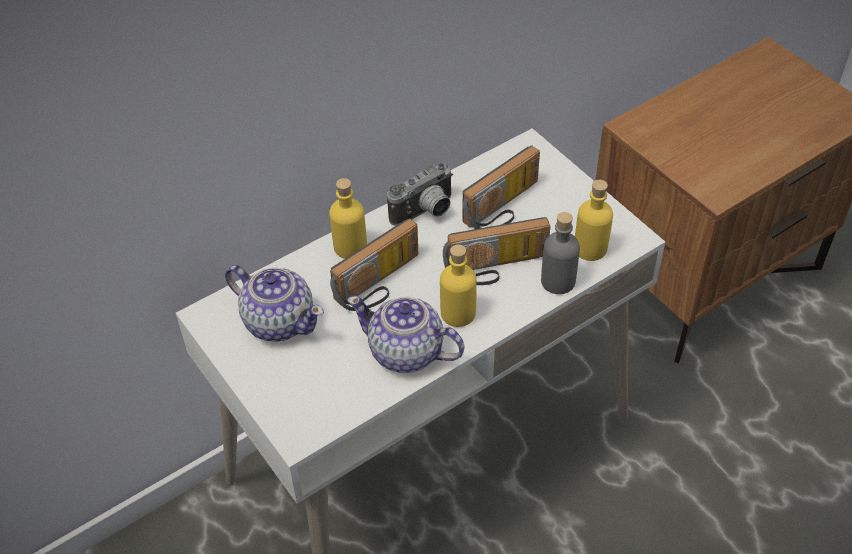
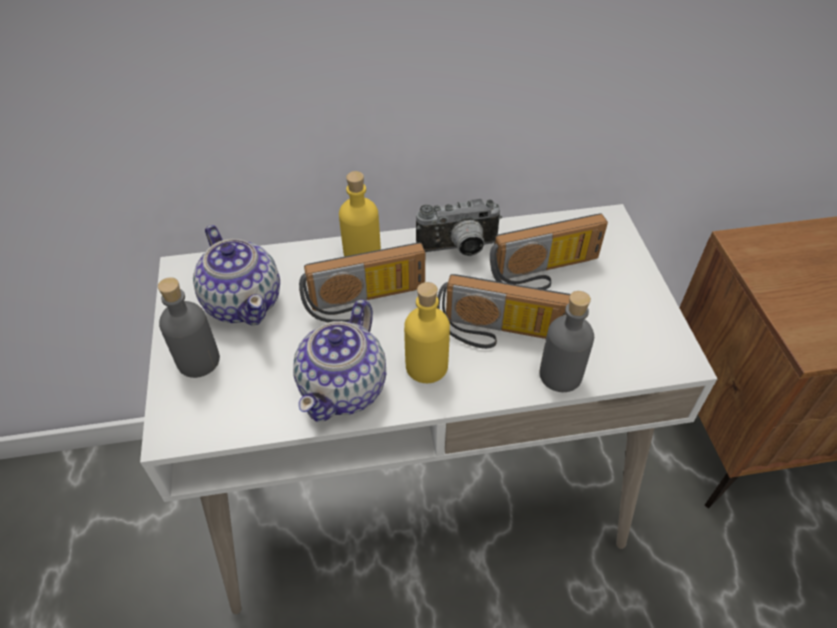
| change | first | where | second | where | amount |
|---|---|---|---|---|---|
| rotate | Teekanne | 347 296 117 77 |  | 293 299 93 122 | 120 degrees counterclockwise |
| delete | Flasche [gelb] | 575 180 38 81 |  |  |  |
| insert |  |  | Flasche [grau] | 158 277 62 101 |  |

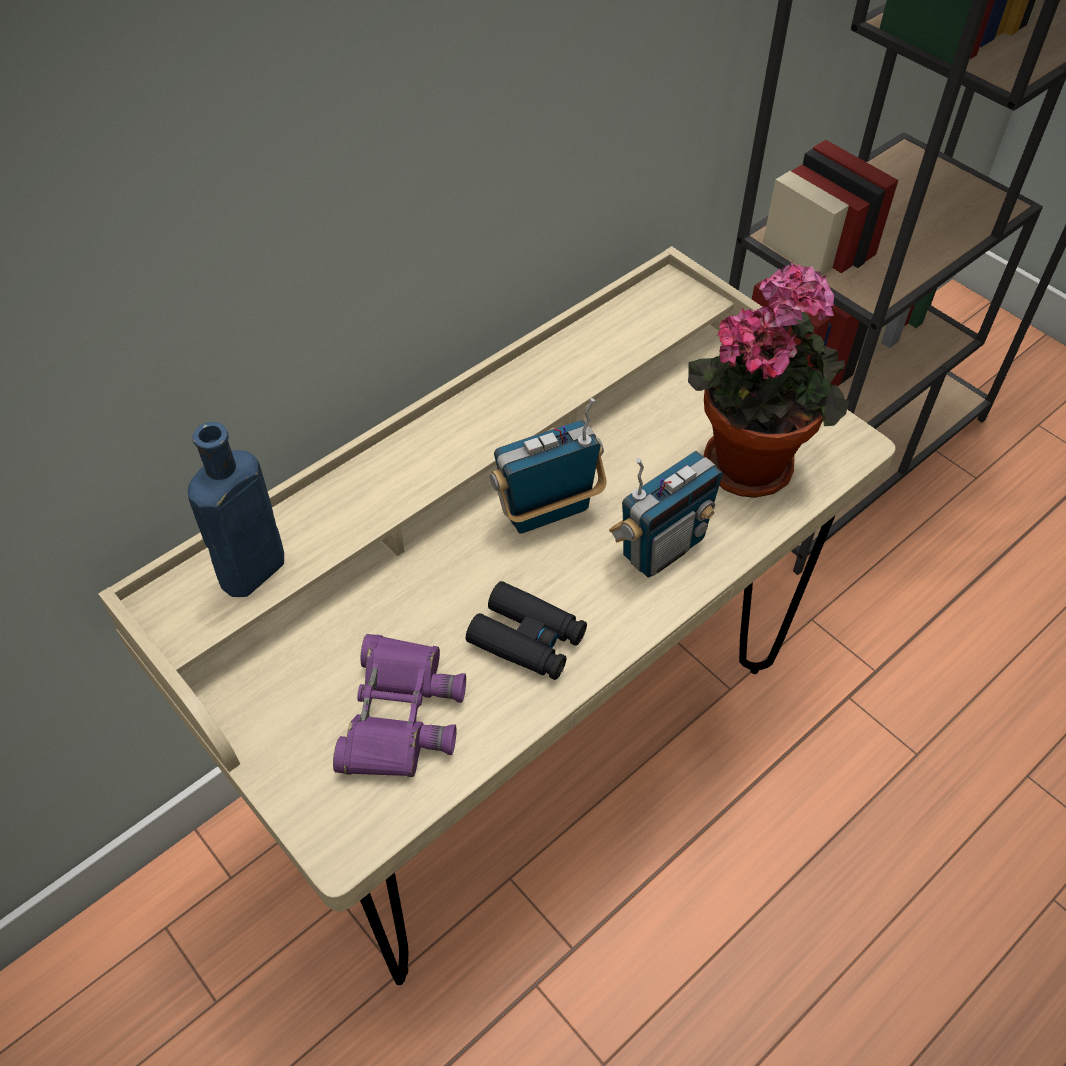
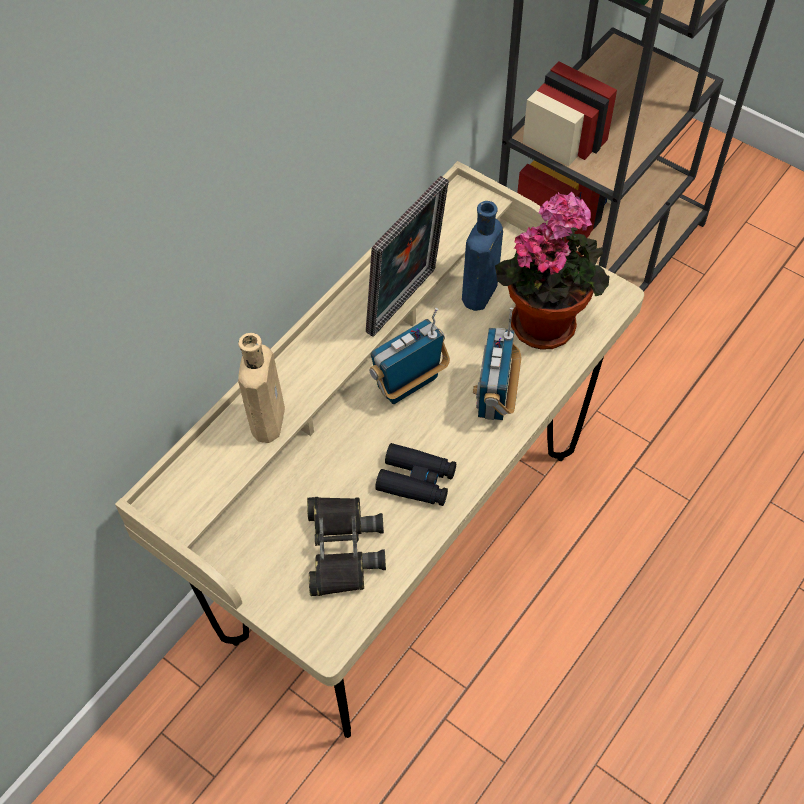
| change | first | where | second | where | amount |
|---|---|---|---|---|---|
| move | Flasche [blau] | 188 422 96 175 |  | 462 201 41 110 |  |
| recolor | Fernglas [lila] | 333 634 133 143 | Fernglas [schwarz] | 307 497 79 99 |  |
| rotate | Radio | 609 451 114 127 |  | 473 308 48 112 | 150 degrees clockwise |
| insert |  |  | Flasche [beige] | 238 333 47 110 |  |
| insert |  |  | Bilderrahmen | 366 176 83 161 |  |

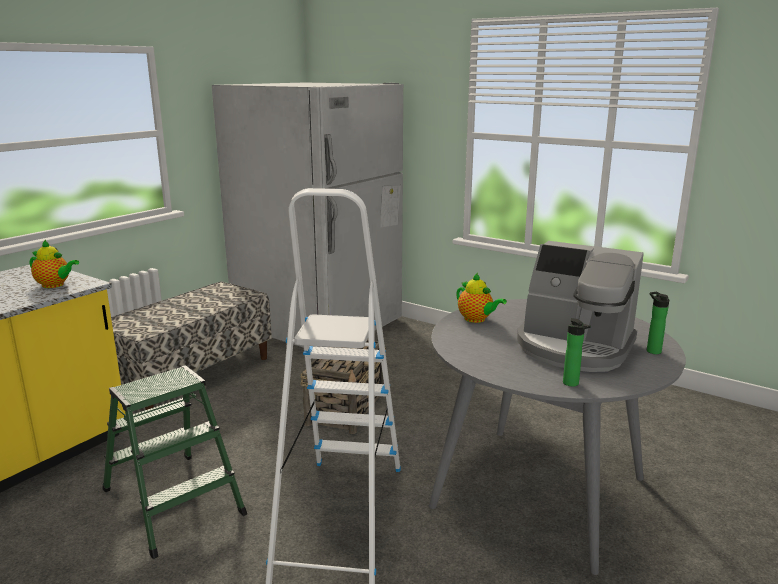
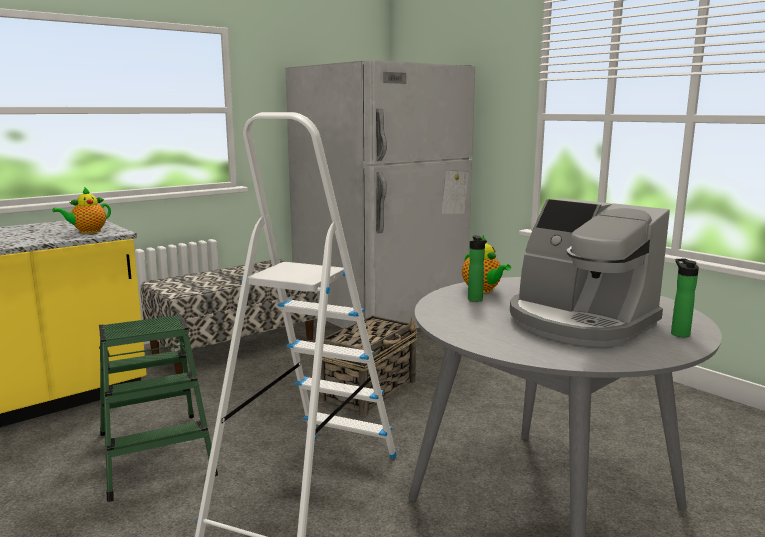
| change | first | where | second | where | amount |
|---|---|---|---|---|---|
| rotate | Teekanne | 30 240 49 48 |  | 52 187 59 46 | 105 degrees clockwise |
| move | Flasche | 563 318 28 69 |  | 468 235 19 67 |  |

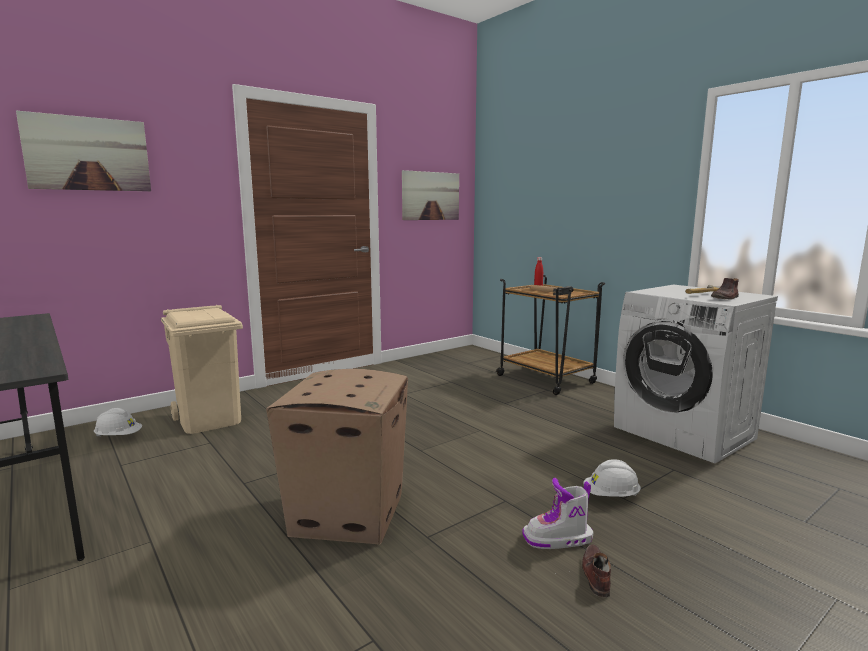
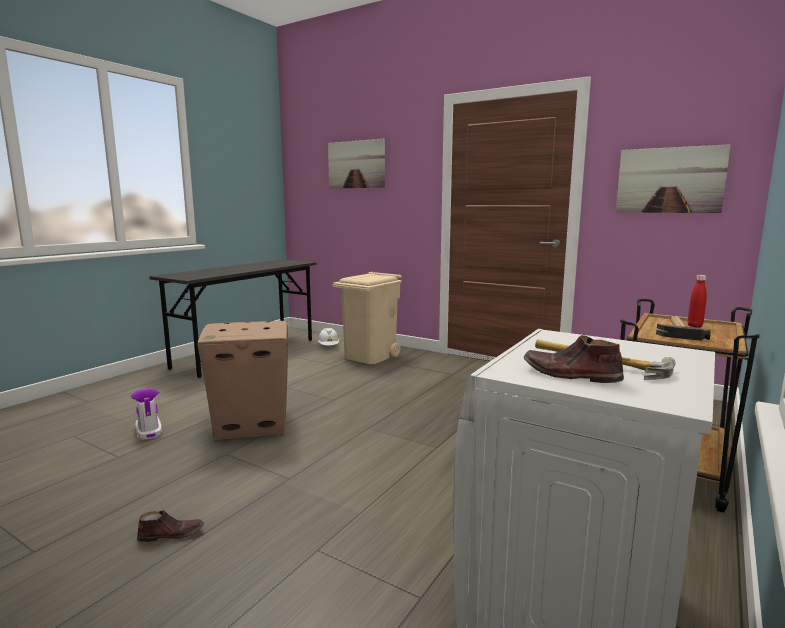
| change | first | where | second | where | amount |
|---|---|---|---|---|---|
| move | Stiefel | 522 478 71 71 |  | 130 388 32 52 |  |
| delete | Schutzhelm [weiß] | 583 459 58 38 |  |  |  |

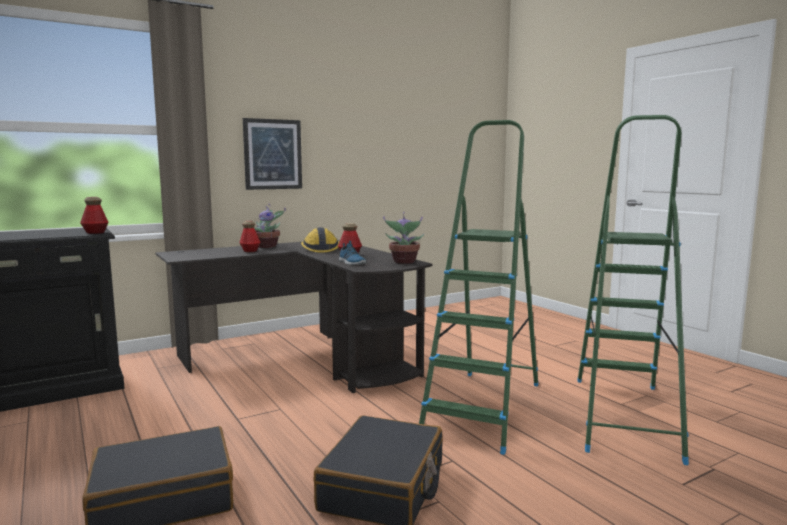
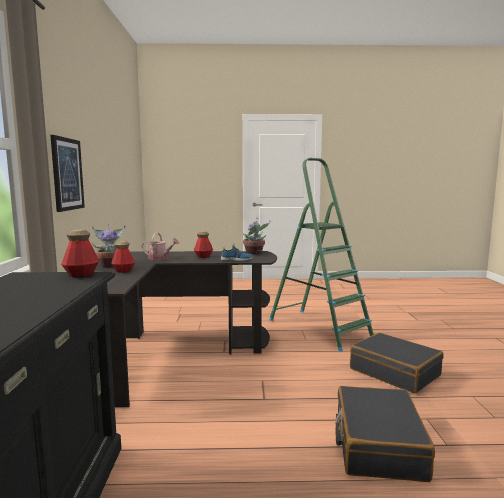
| change | first | where | second | where | amount |
|---|---|---|---|---|---|
| replace | Schutzhelm | 301 227 38 25 | Gießkanne | 142 232 37 28 |  |
| delete | Trittleiter [grün] | 577 115 112 350 |  |  |  |

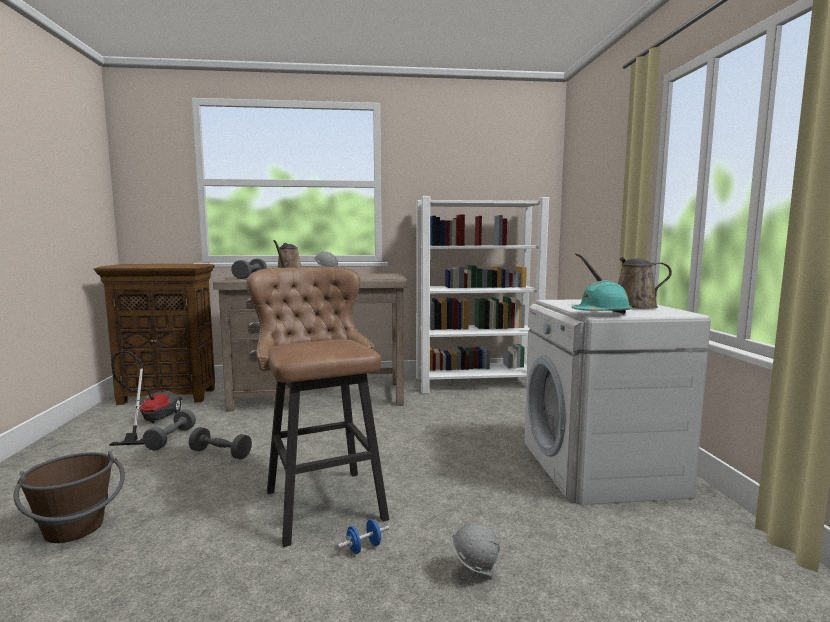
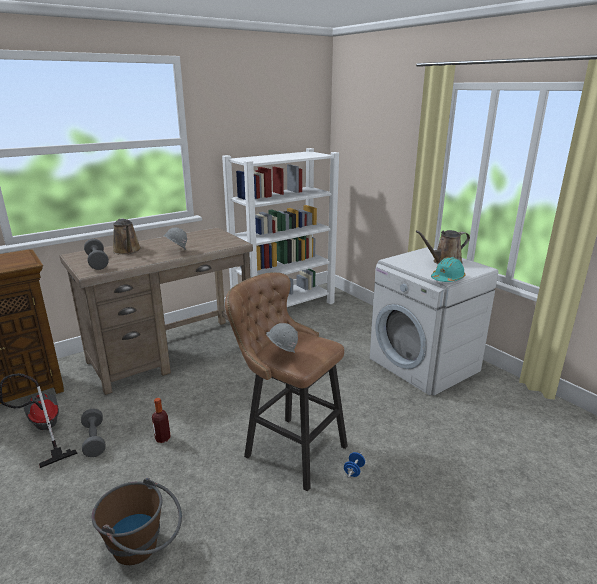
| change | first | where | second | where | amount |
|---|---|---|---|---|---|
| replace | Hantel [grau] | 189 427 63 32 | Flasche | 152 398 19 45 |  |
| move | Schutzhelm [grau] | 451 523 49 54 |  | 266 323 32 30 |  |

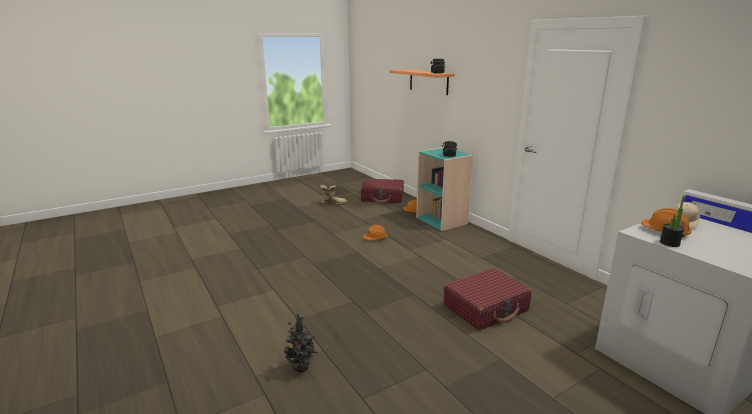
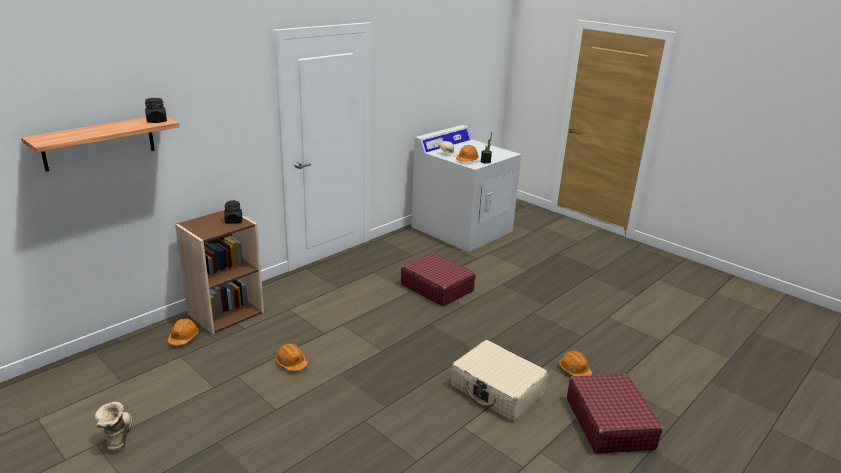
| change | first | where | second | where | amount |
|---|---|---|---|---|---|
| replace | Topfpflanze | 284 313 34 59 | Schutzhelm [orange] | 559 351 33 25 |  |
| move | Koffer [rot] | 360 178 44 25 |  | 567 374 96 80 |  |
| recolor | Bücherregal [türkis] | 416 147 57 84 | Bücherregal [braun] | 175 210 89 124 |  |
| insert |  |  | Koffer [beige] | 451 340 98 82 |  |

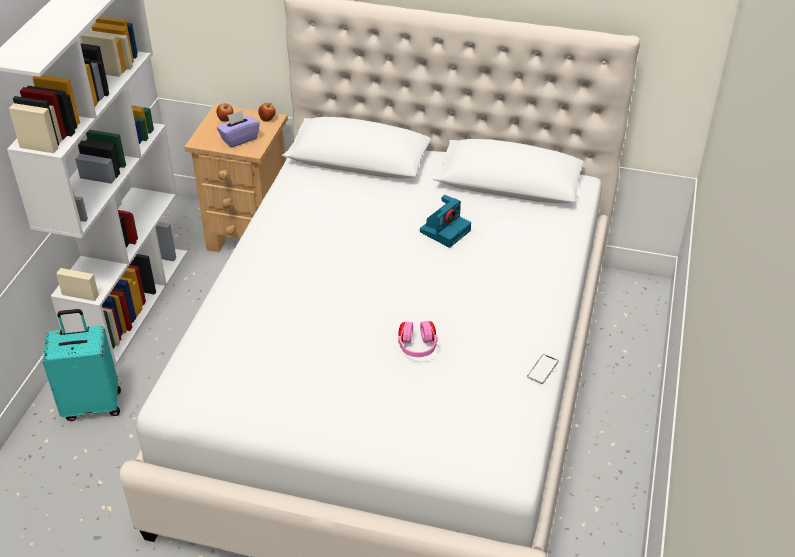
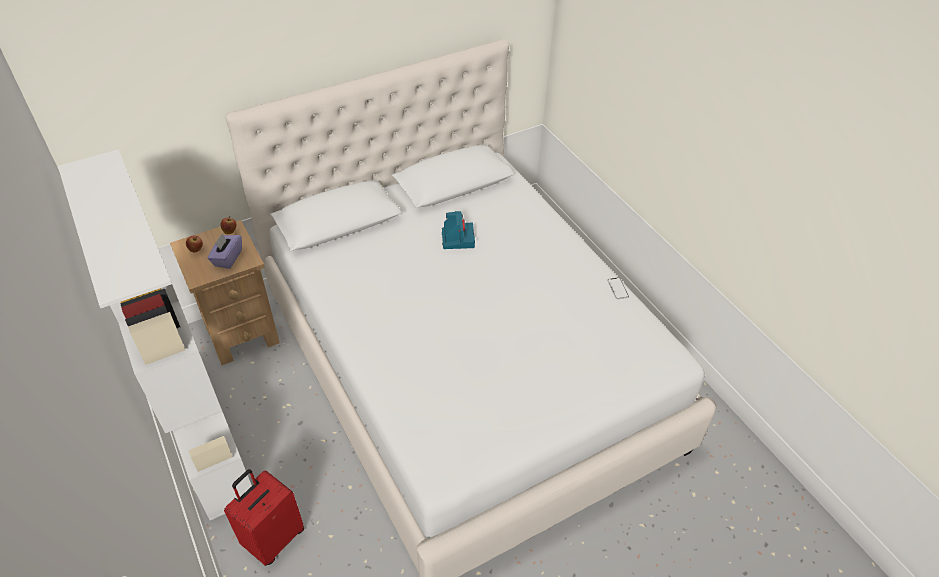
| change | first | where | second | where | amount |
|---|---|---|---|---|---|
| recolor | Koffer [türkis] | 43 309 78 112 | Koffer [rot] | 224 469 80 97 |  |
| delete | Kopfhörer [rosa] | 398 321 40 36 |  |  |  |

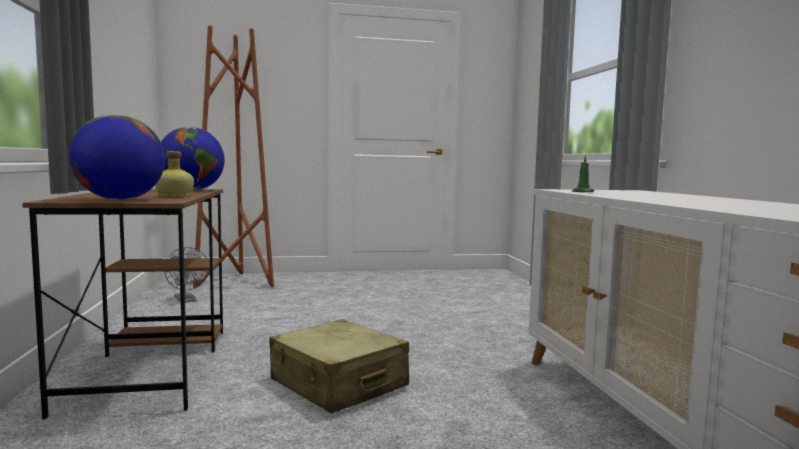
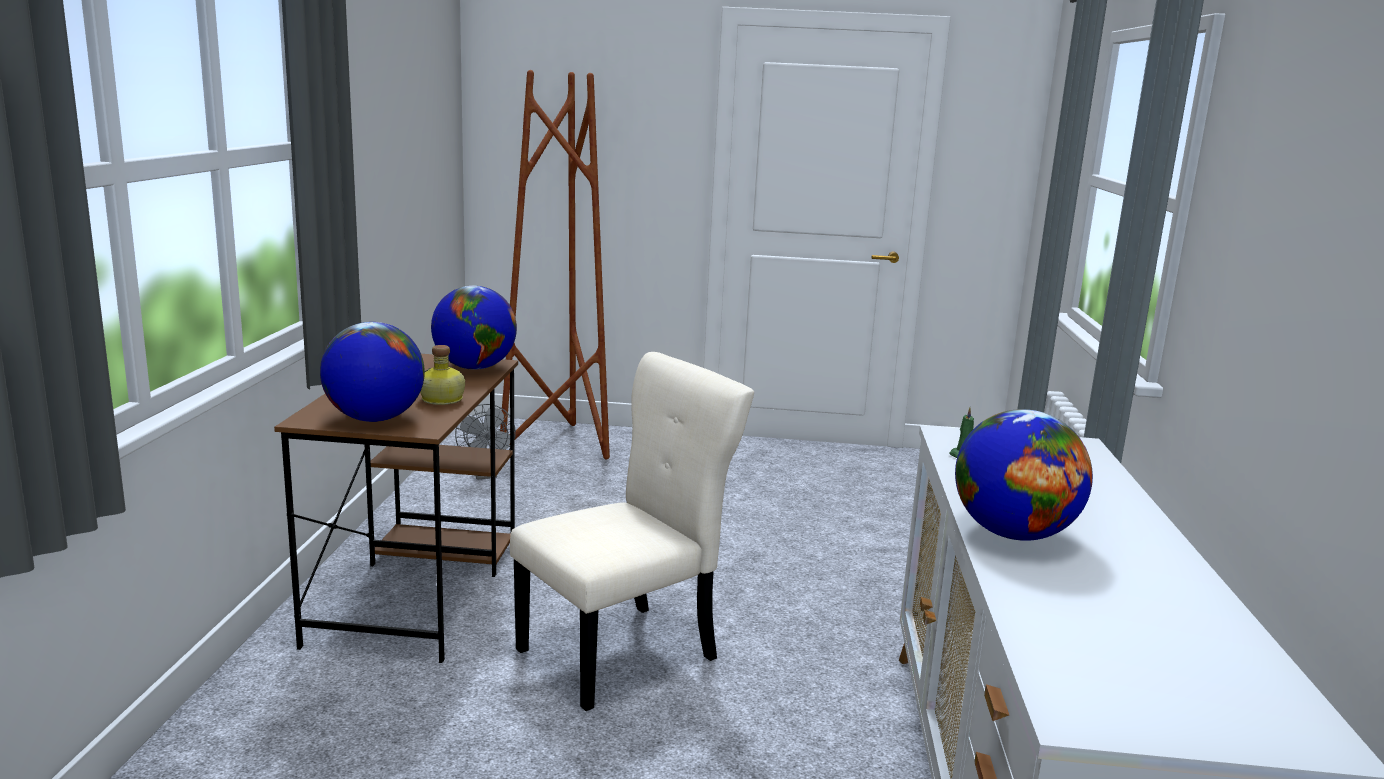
| change | first | where | second | where | amount |
|---|---|---|---|---|---|
| replace | Koffer [beige] | 269 319 140 95 | Stuhl [beige] | 510 352 244 359 |  |
| insert |  |  | Globus | 955 409 138 132 |  |

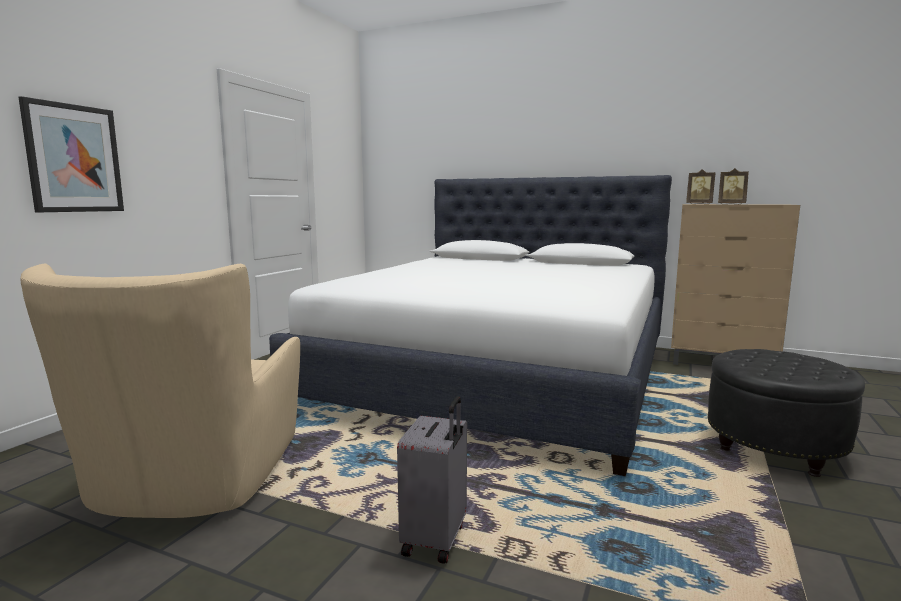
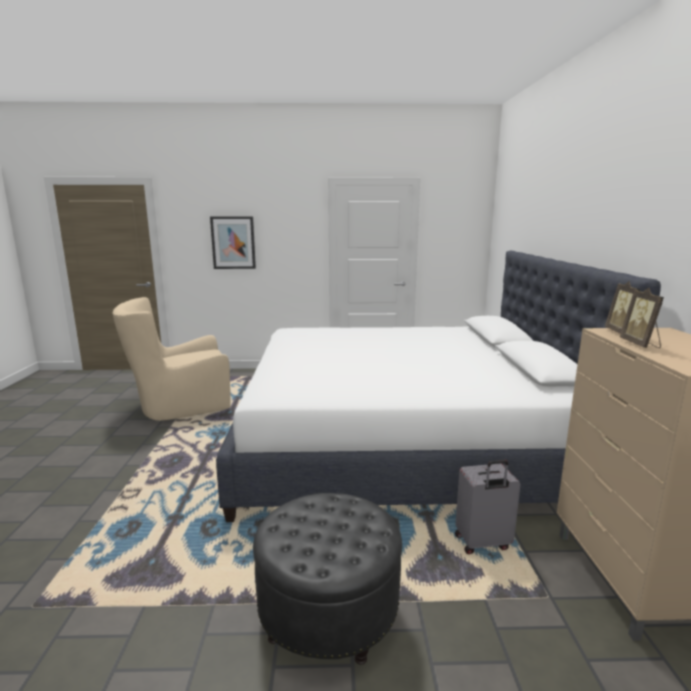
| change | first | where | second | where | amount |
|---|---|---|---|---|---|
| move | Koffer [grau] | 397 396 70 168 |  | 455 460 66 94 |  |

